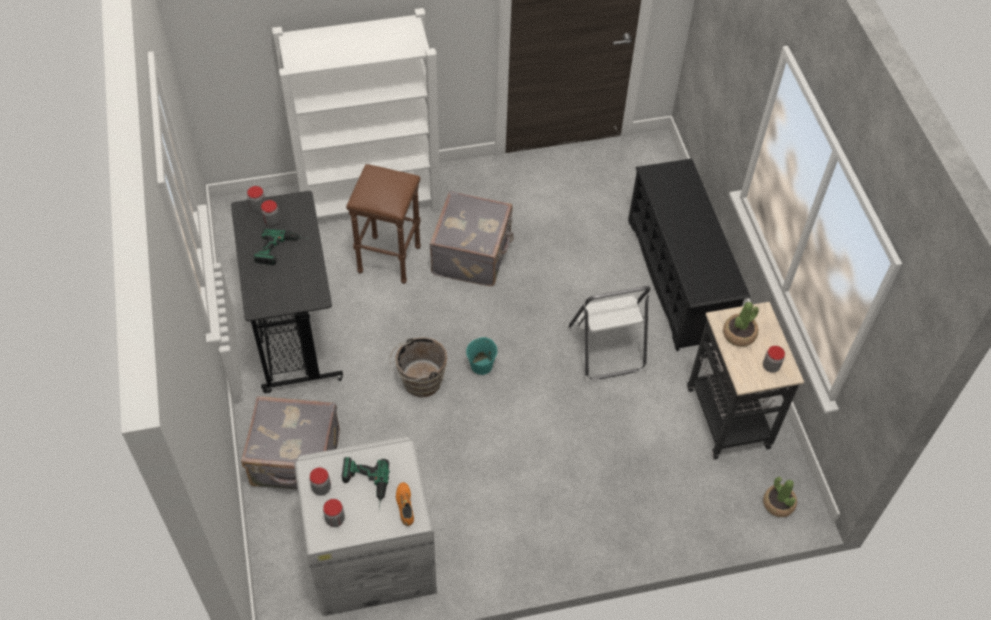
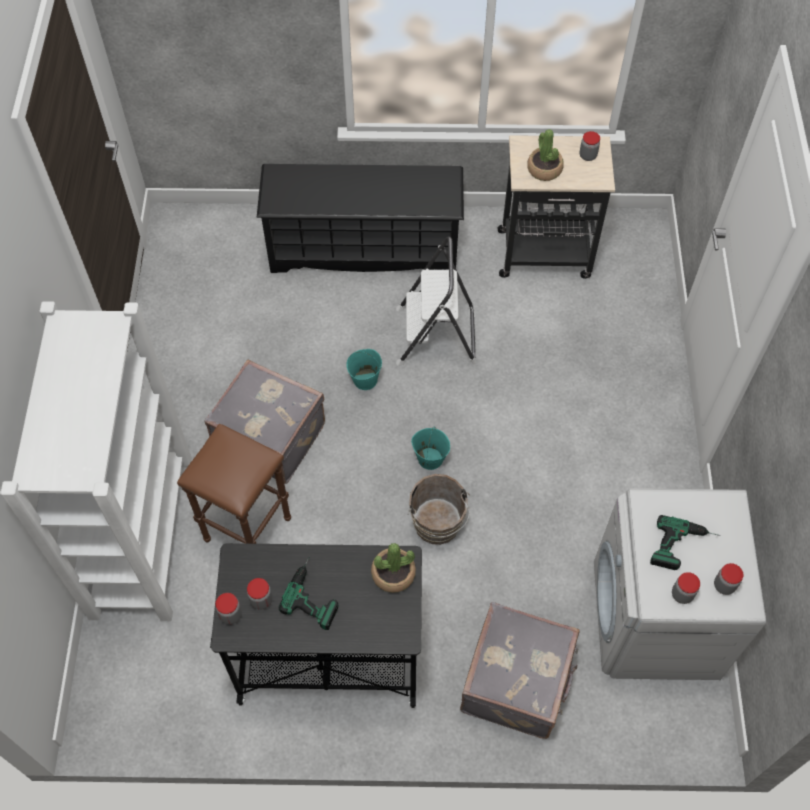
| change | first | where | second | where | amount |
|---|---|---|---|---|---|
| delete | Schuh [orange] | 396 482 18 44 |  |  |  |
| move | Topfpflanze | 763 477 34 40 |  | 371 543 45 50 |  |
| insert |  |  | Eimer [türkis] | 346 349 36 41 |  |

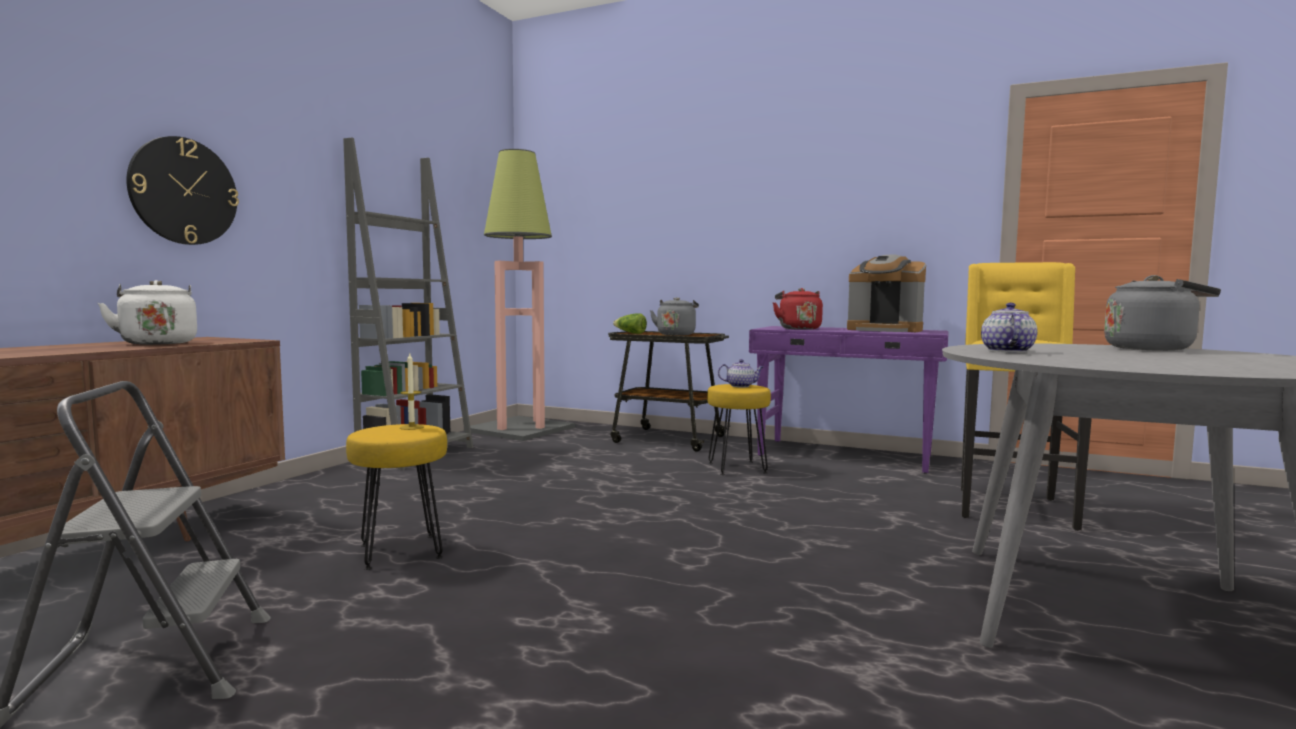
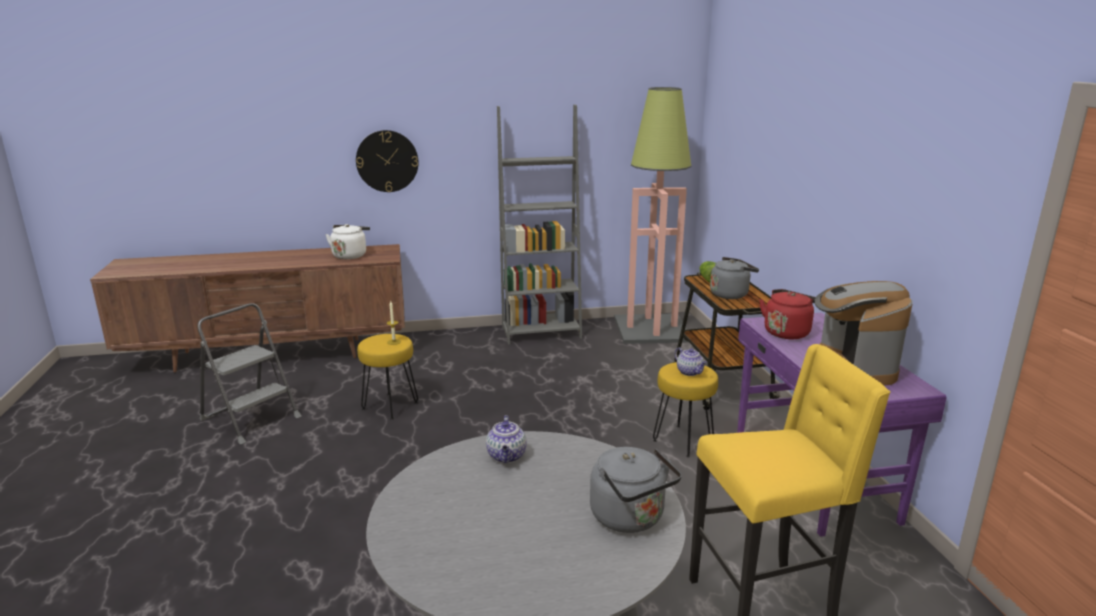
| change | first | where | second | where | amount |
|---|---|---|---|---|---|
| rotate | Teekanne | 981 303 56 49 |  | 486 415 41 48 | 105 degrees clockwise |

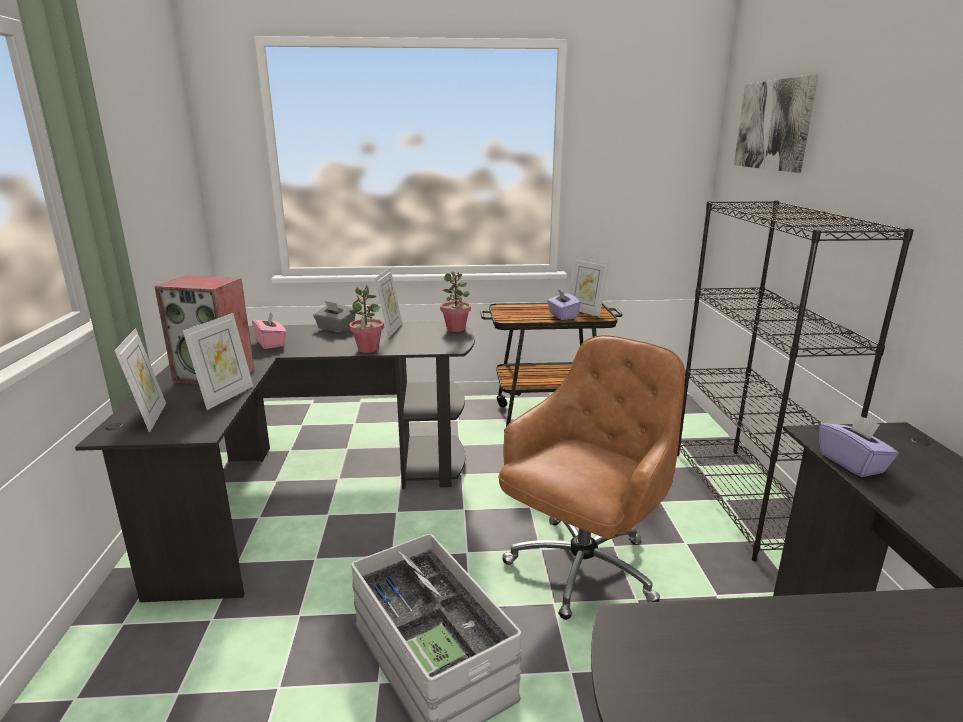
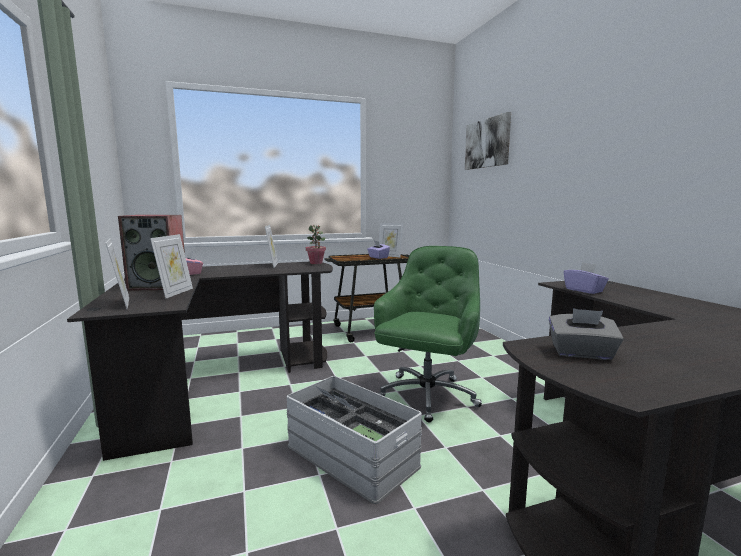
| change | first | where | second | where | amount |
|---|---|---|---|---|---|
| move | Taschentuchbox [grau] | 313 301 42 32 |  | 549 308 75 52 |  |
| delete | Topfpflanze | 349 285 35 68 |  |  |  |
| recolor | Bürostuhl [braun] | 498 335 187 285 | Bürostuhl [grün] | 374 246 108 176 |  |
| delete | Bücherregal [schwarz] | 677 201 237 360 |  |  |  |

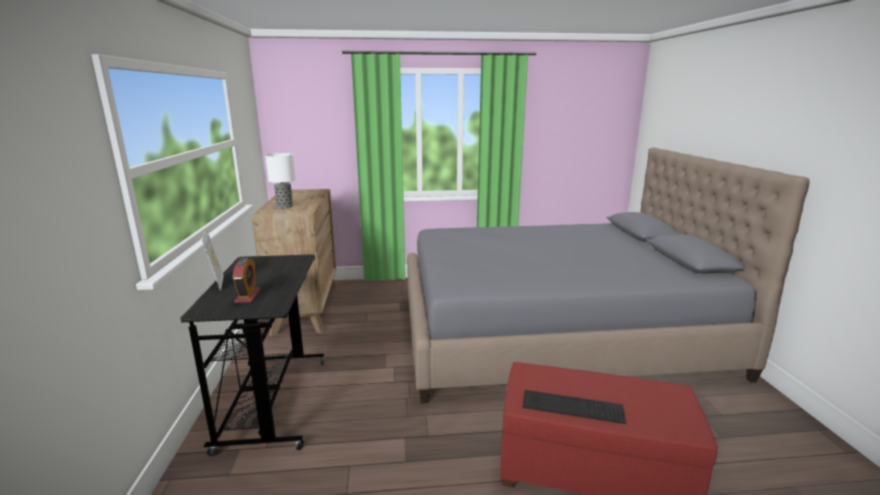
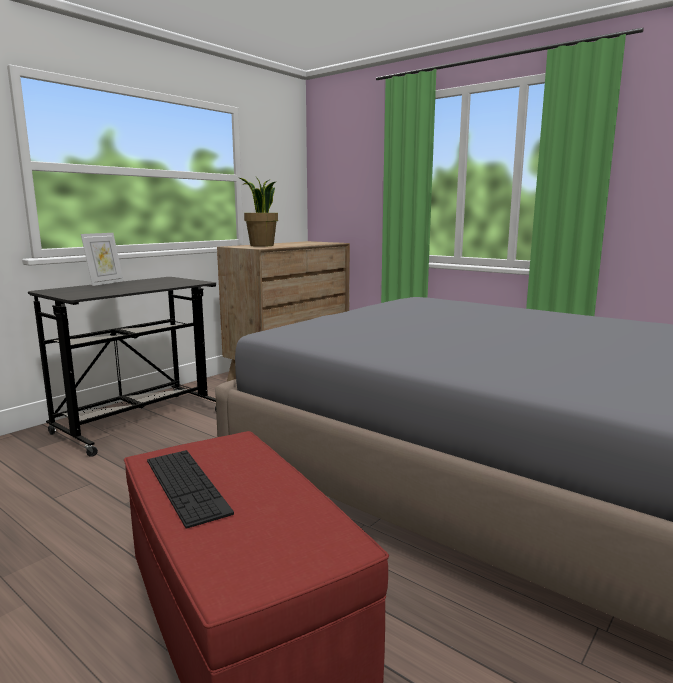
| change | first | where | second | where | amount |
|---|---|---|---|---|---|
| delete | Wecker | 232 258 29 45 |  |  |  |
| replace | Tischlampe | 265 153 31 55 | Topfpflanze | 240 177 38 70 |  |

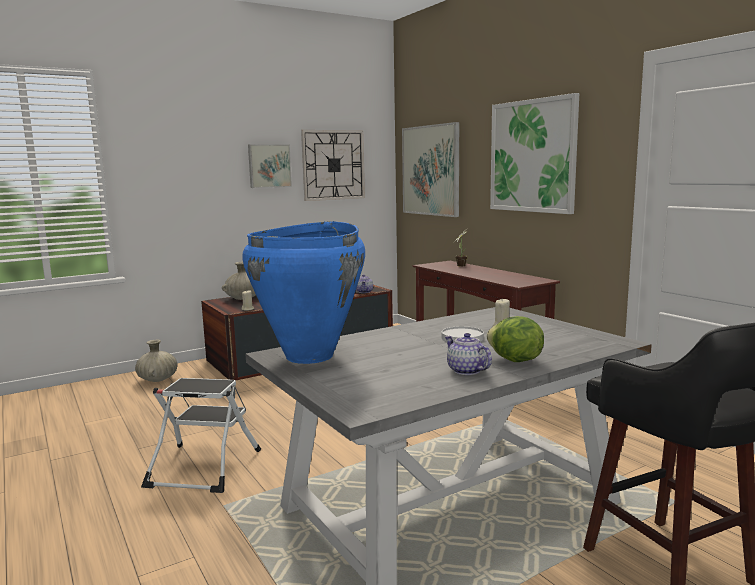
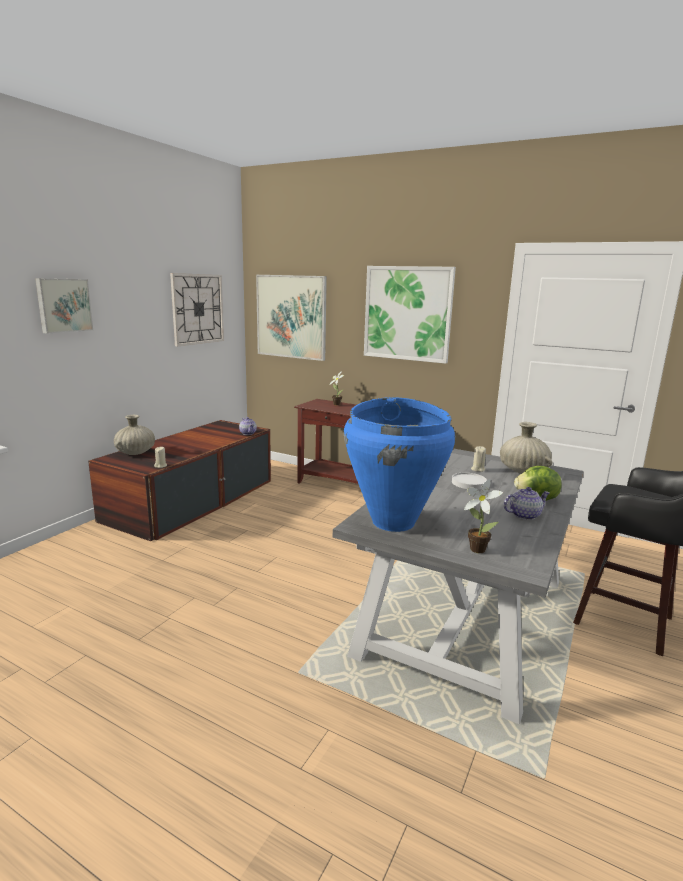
| change | first | where | second | where | amount |
|---|---|---|---|---|---|
| move | Vase [beige] | 135 340 42 42 |  | 500 422 52 52 |  |
| delete | Trittleiter | 141 378 120 115 |  |  |  |
| move | Bild | 248 144 44 44 |  | 35 278 58 56 |  |
| rotate | Teekanne | 445 333 47 42 |  | 504 487 46 33 | 135 degrees clockwise |
| insert |  |  | Topfpflanze | 464 479 39 74 |  |

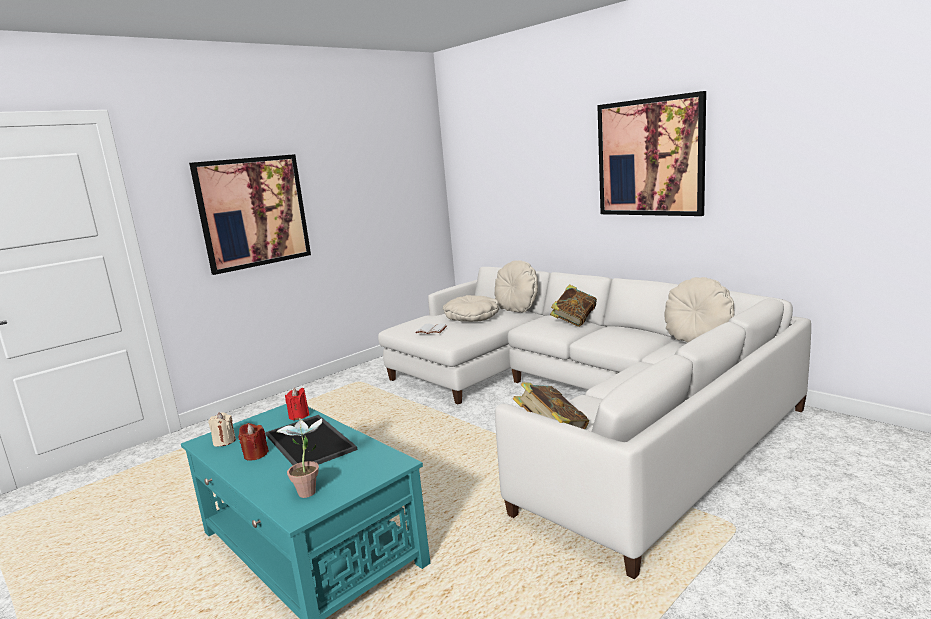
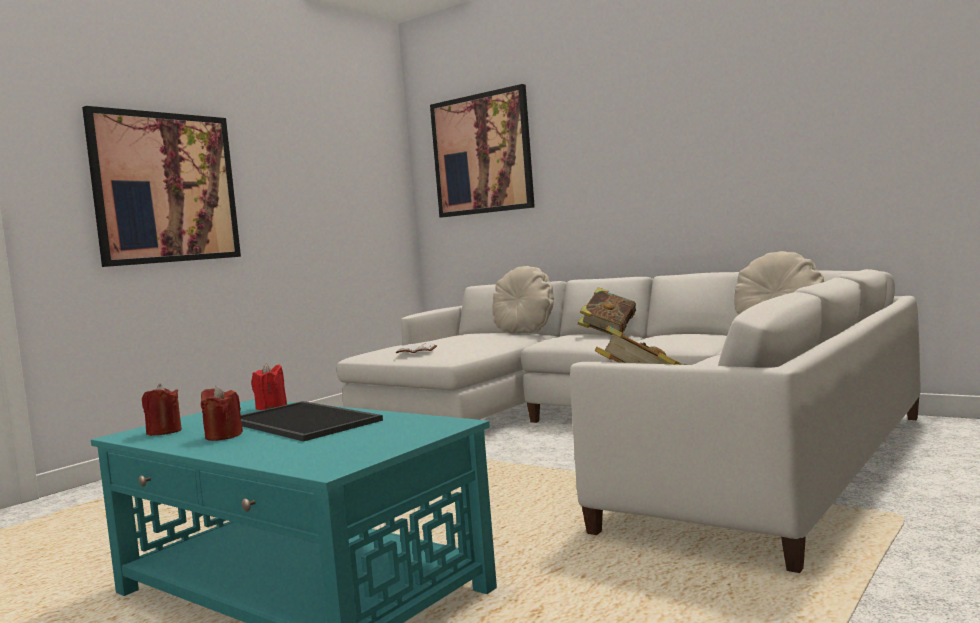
| change | first | where | second | where | amount |
|---|---|---|---|---|---|
| recolor | Kerze [beige] | 208 412 28 34 | Kerze [rot] | 142 384 40 52 |  |
| delete | Topfpflanze | 277 418 45 80 |  |  |  |
| delete | Kissen [beige] | 443 295 56 27 |  |  |  |
| move | Bild | 597 91 109 125 |  | 430 84 105 134 |  |

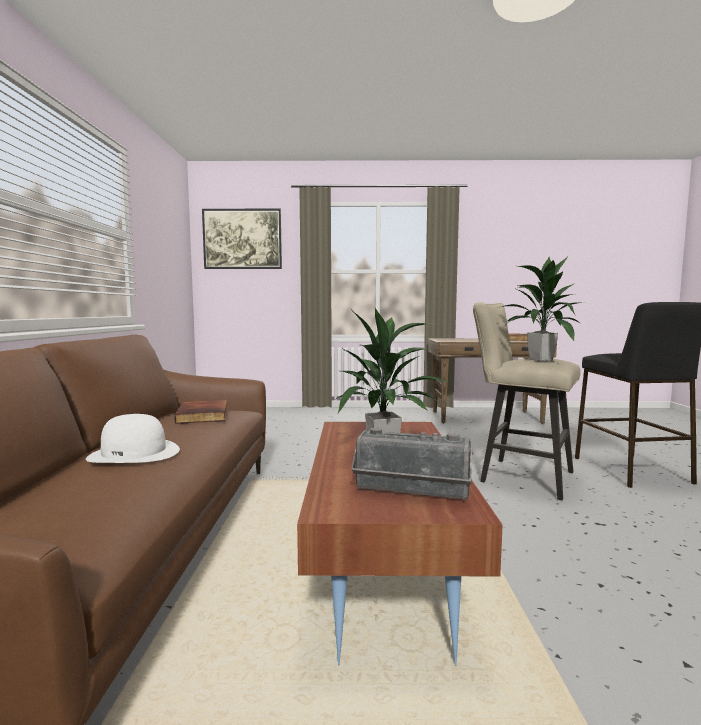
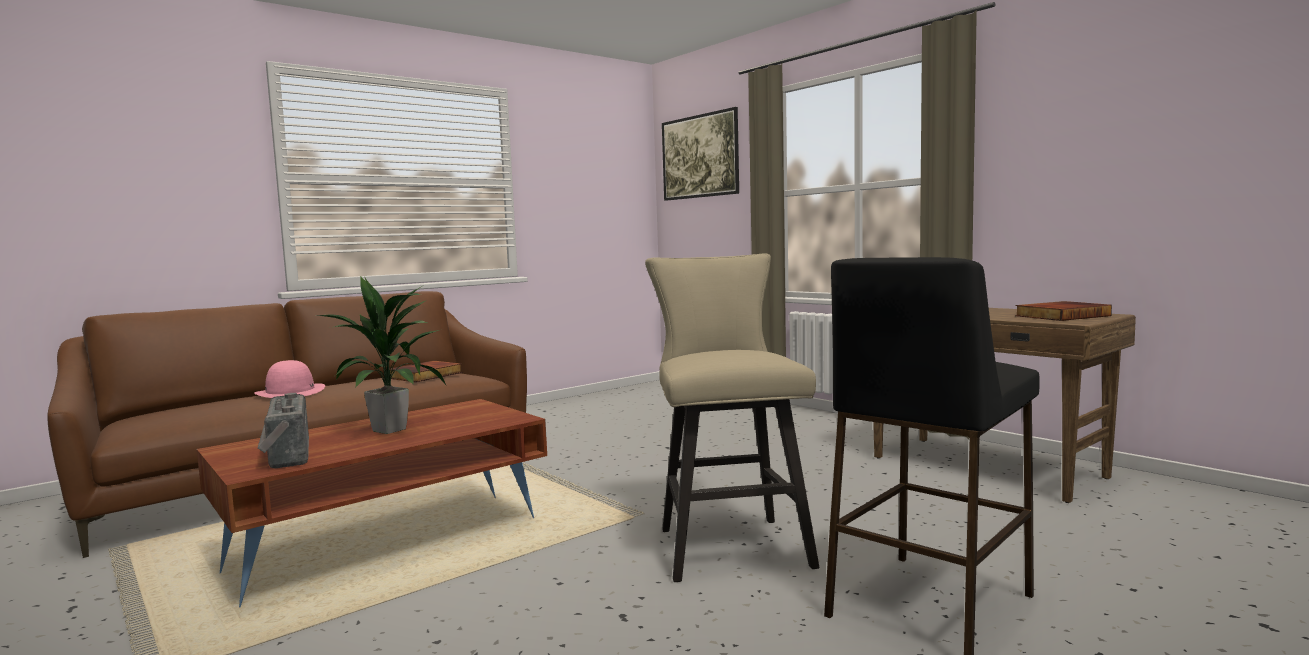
| change | first | where | second | where | amount |
|---|---|---|---|---|---|
| recolor | Hut [weiß] | 86 414 94 49 | Hut [rosa] | 254 360 71 38 |  |
| delete | Topfpflanze | 502 256 78 105 |  |  |  |

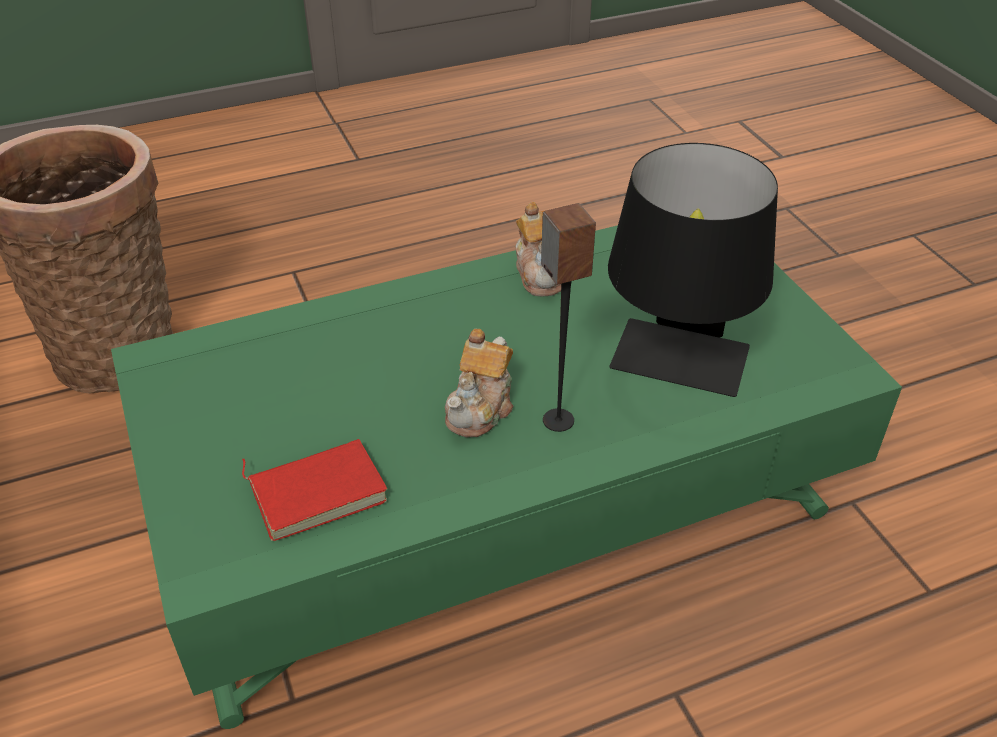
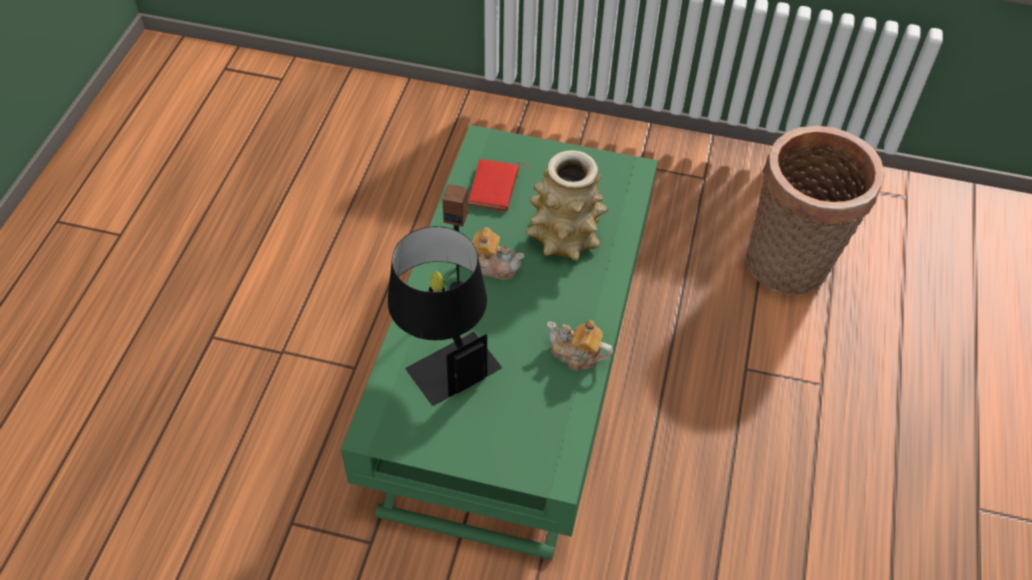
| change | first | where | second | where | amount |
|---|---|---|---|---|---|
| rotate | Teekanne | 445 329 69 108 |  | 472 228 53 52 | 135 degrees clockwise |
| insert |  |  | Vase | 526 150 82 111 |  |

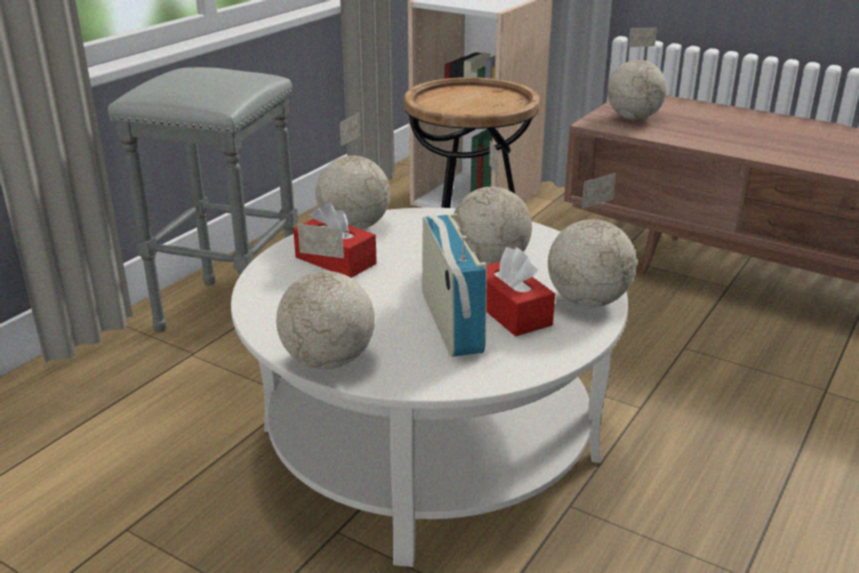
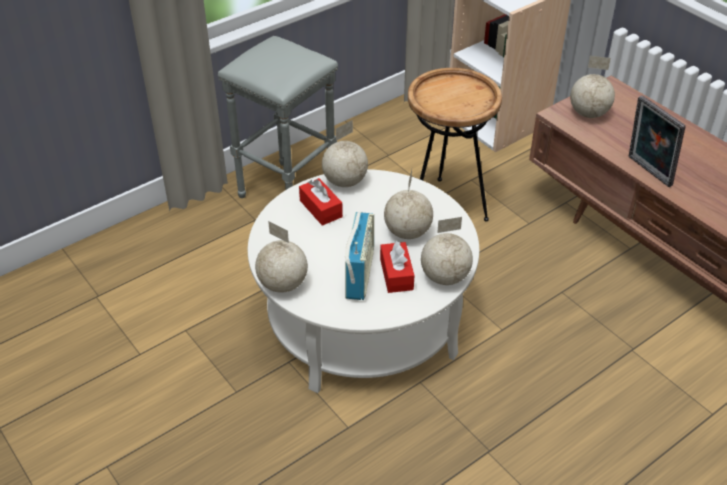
| change | first | where | second | where | amount |
|---|---|---|---|---|---|
| insert |  |  | Bilderrahmen | 629 96 57 91 |  |

